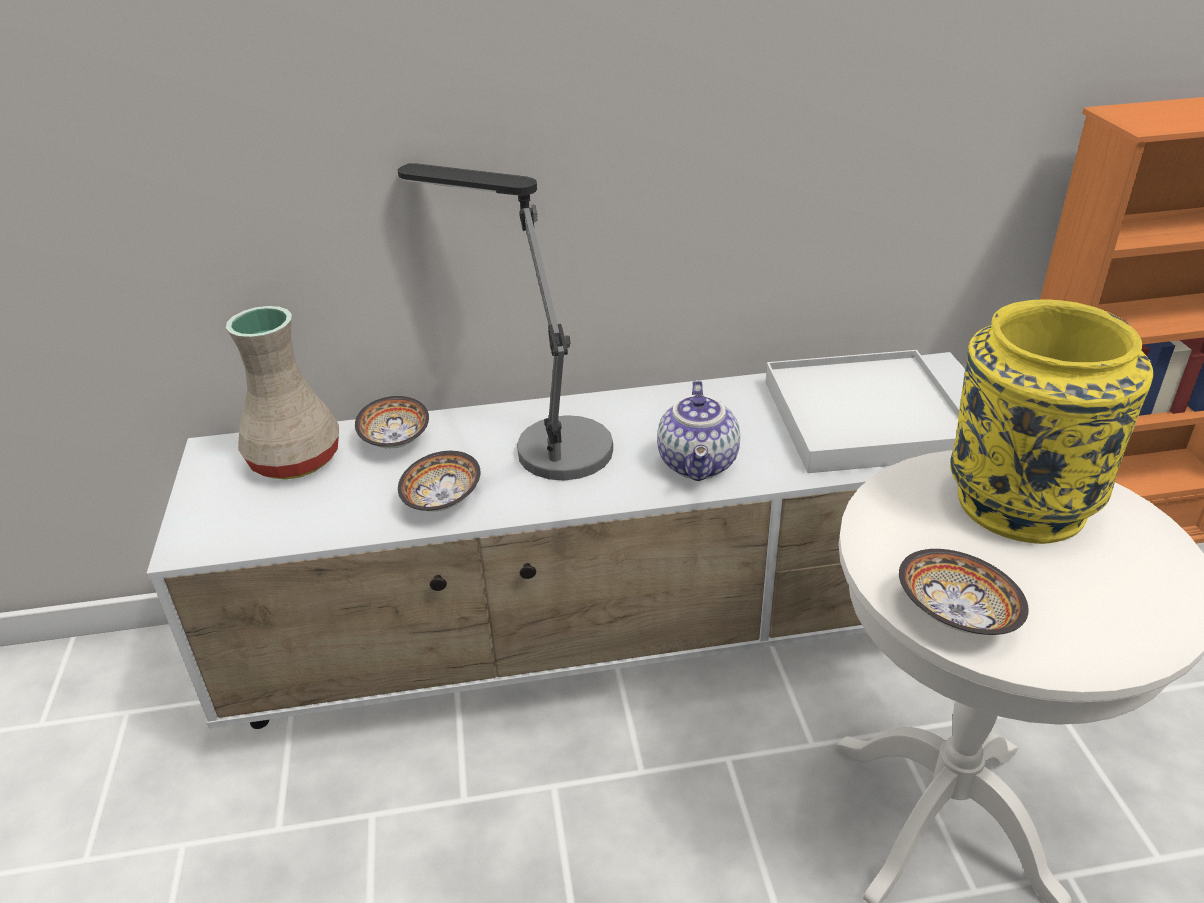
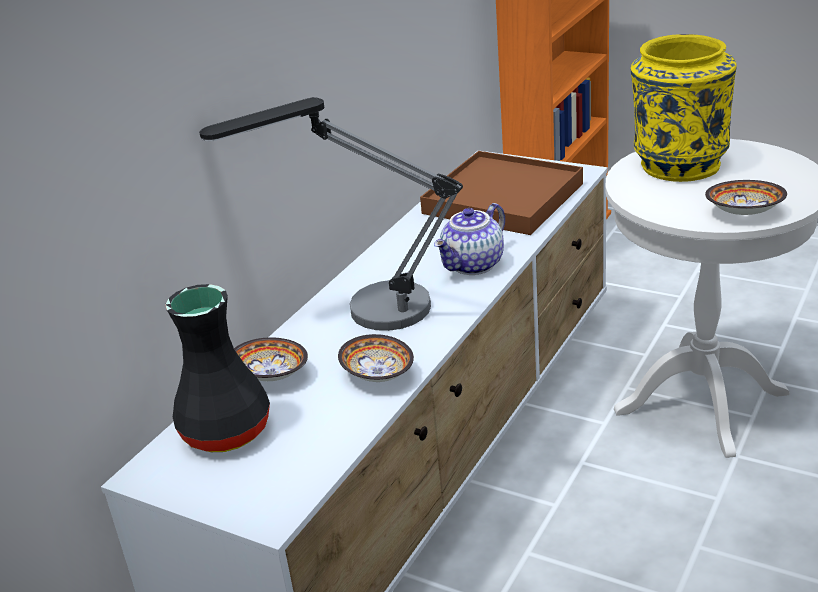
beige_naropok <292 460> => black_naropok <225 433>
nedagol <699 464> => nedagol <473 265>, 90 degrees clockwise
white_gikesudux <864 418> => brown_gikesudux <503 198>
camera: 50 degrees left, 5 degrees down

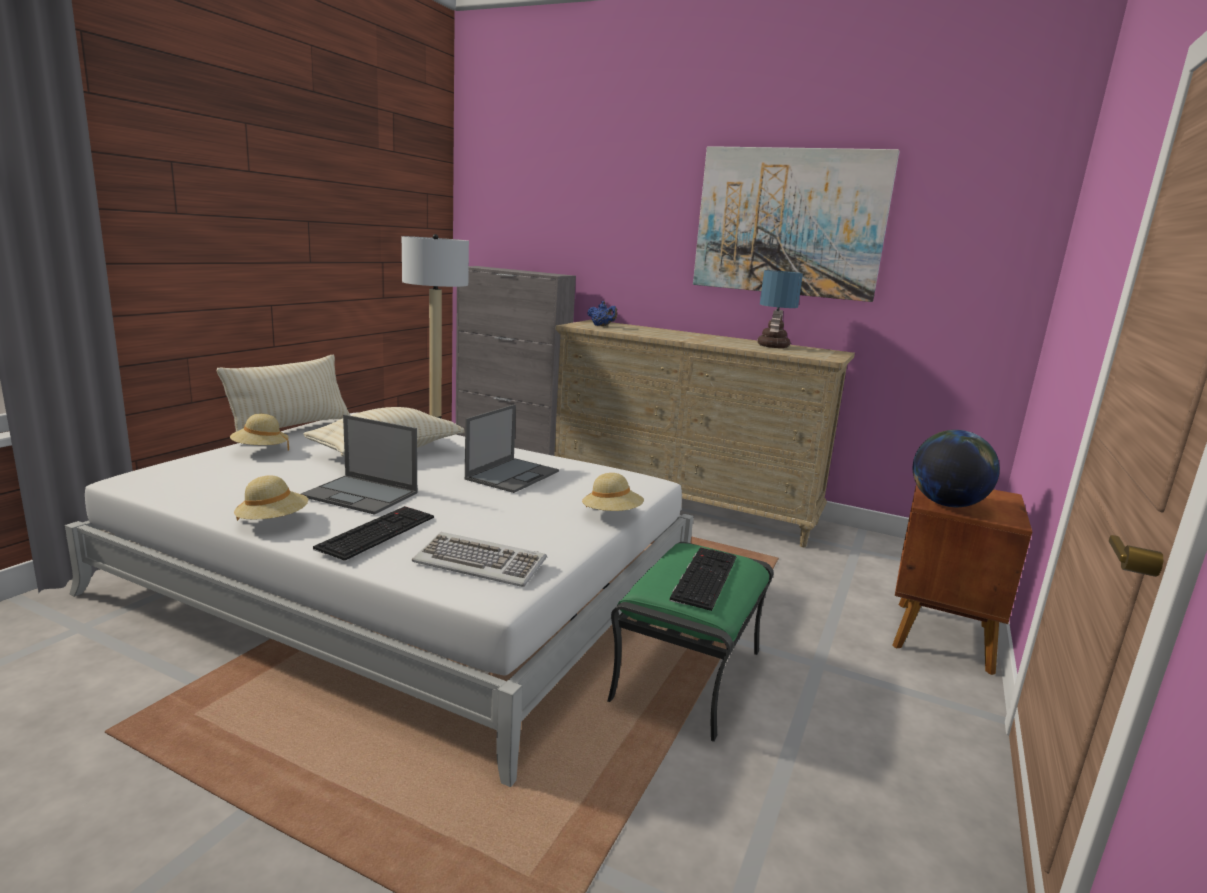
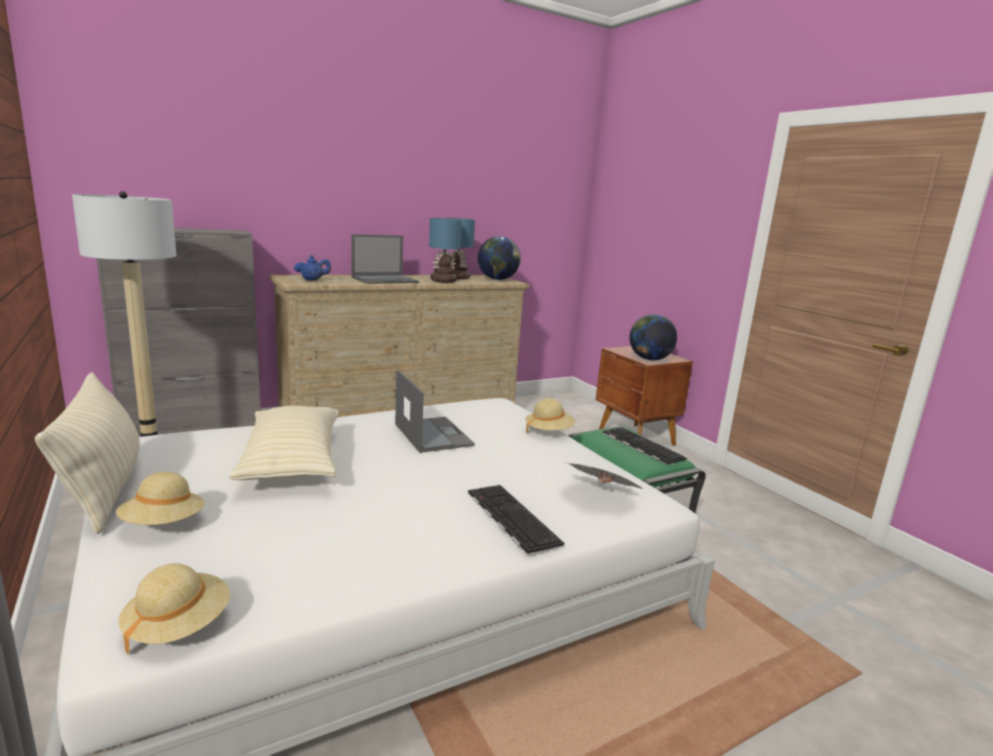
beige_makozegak <273 522> => beige_makozegak <178 626>, relocated
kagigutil <361 495> => kagigutil <385 280>, relocated
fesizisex <481 563> => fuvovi <602 496>
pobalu <789 222> => nothing
nothing => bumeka <443 281>
nothing => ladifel <498 279>
camera: 55 degrees left, 0 degrees up

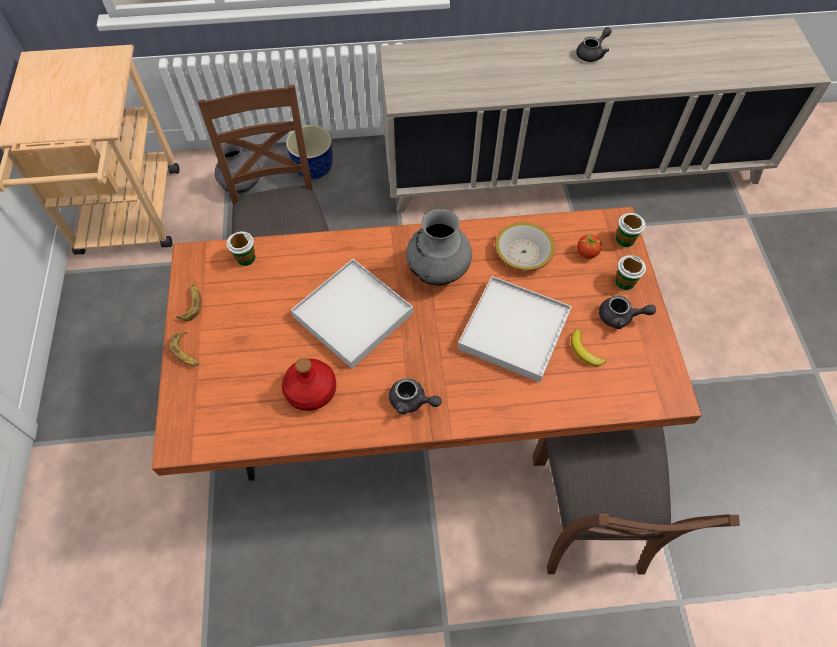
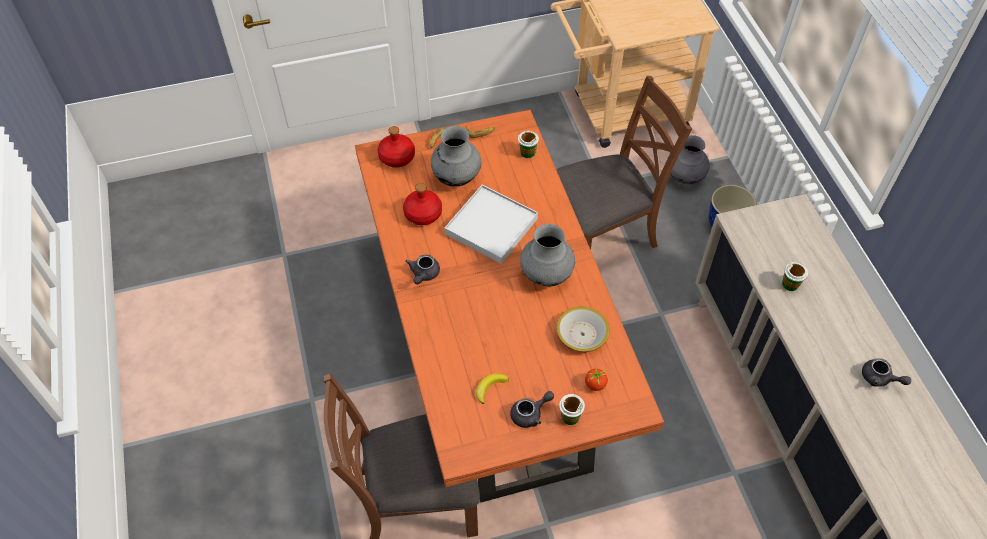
white_gikesudux <514 330> => nothing
grey_nedagol <620 317> => grey_nedagol <530 414>, 120 degrees counterclockwise
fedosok <625 239> => fedosok <790 284>, relocated
nothing => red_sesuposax <397 157>
nothing => grey_naropok <456 177>
camera: 80 degrees right, 5 degrees down

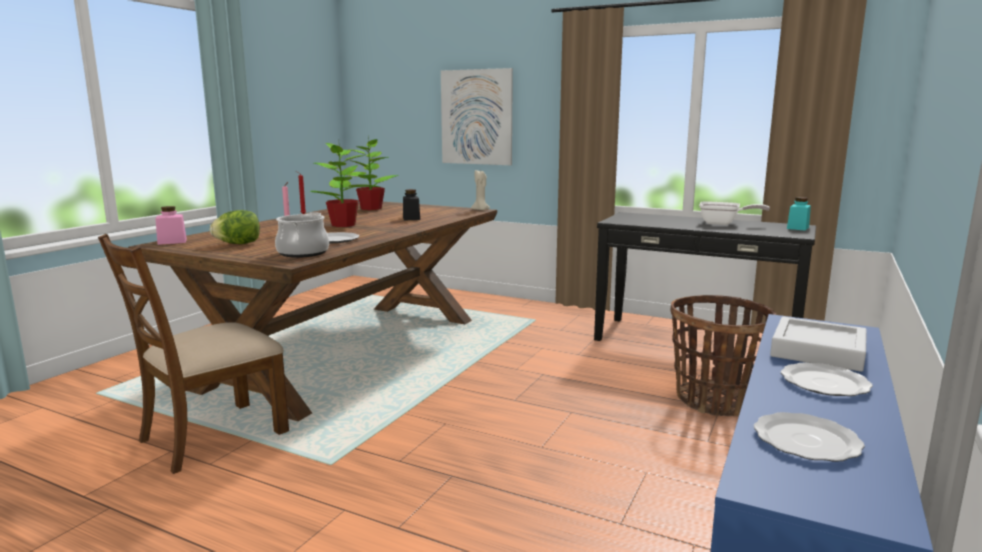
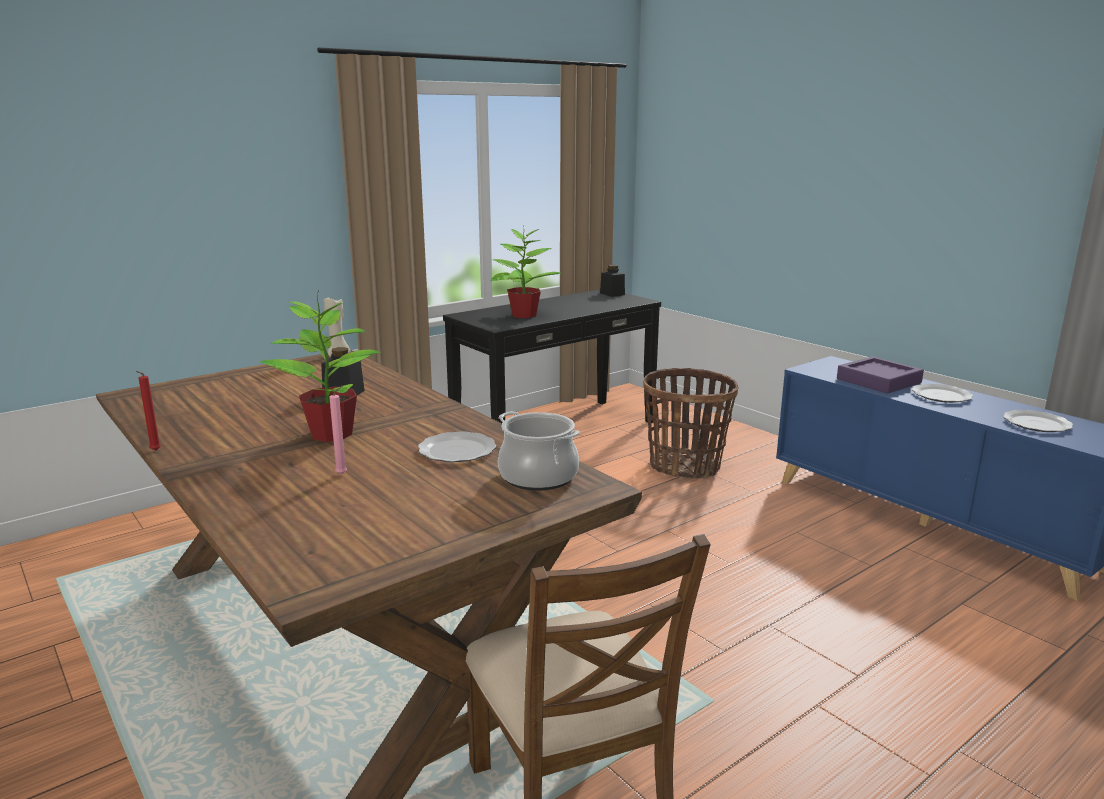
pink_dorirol <172 241> => nothing
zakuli <238 244> => nothing
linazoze <371 208> => linazoze <523 315>, relocated
pobalu <476 117> => nothing
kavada <723 223> => nothing
grey_gikesudux <818 351> => purple_gikesudux <878 381>
turquoise_dorirol <797 228> => black_dorirol <612 294>
camera: 65 degrees left, 5 degrees up

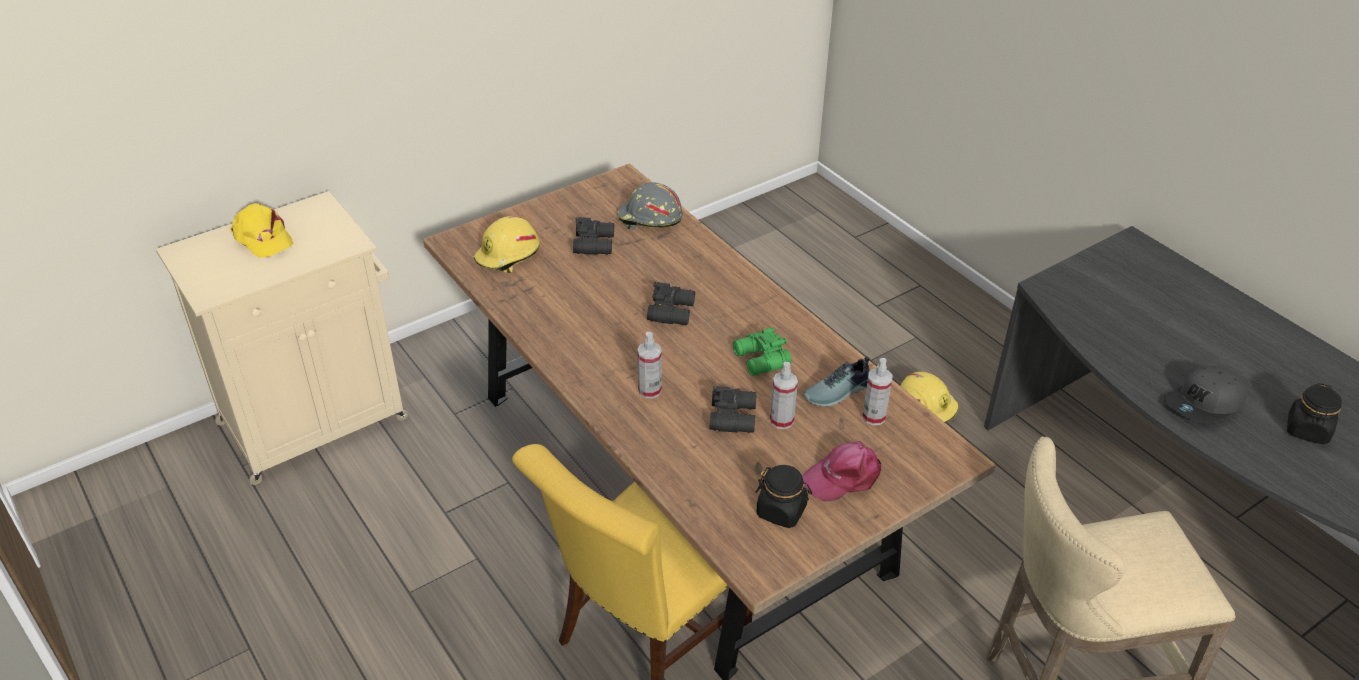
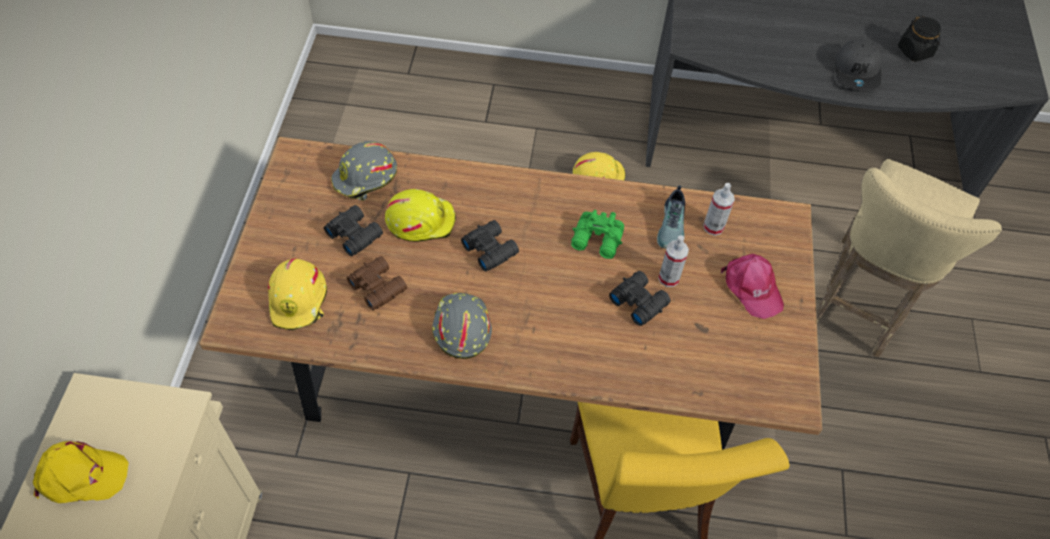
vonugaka <649 390> => nothing
black_dorirol <781 511> => nothing
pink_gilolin <843 476> => pink_gilolin <752 288>, 45 degrees counterclockwise
nothing => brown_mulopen <378 286>
nothing => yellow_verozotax <420 220>
nothing => grey_verozotax <461 328>
camera: 50 degrees left, 15 degrees up

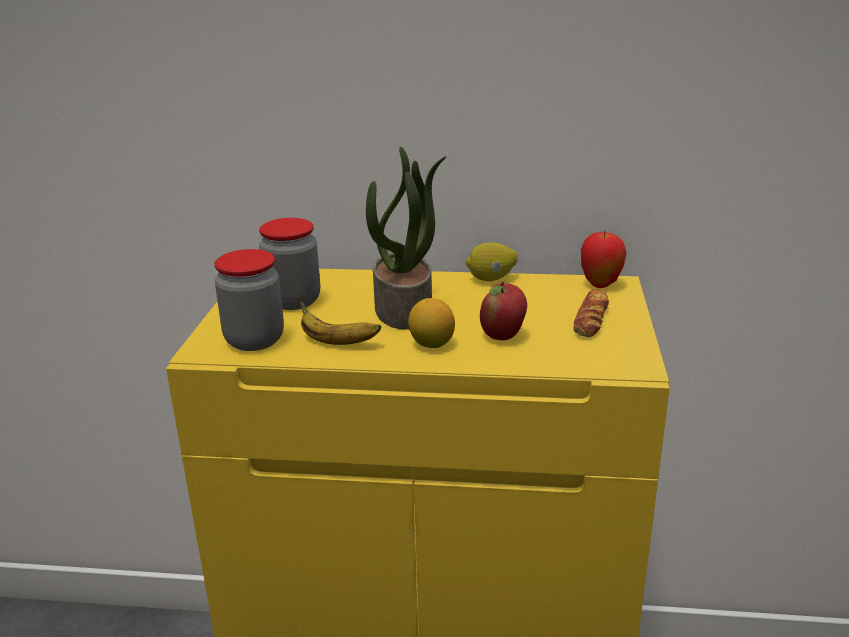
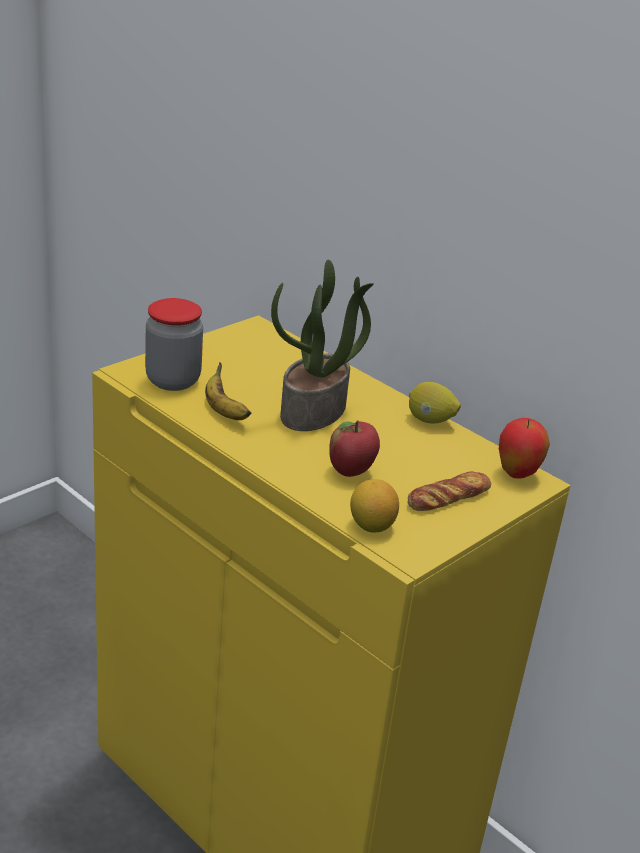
dorirol <293 301> => nothing
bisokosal <432 344> => bisokosal <371 526>, relocated
camera: 35 degrees right, 5 degrees up

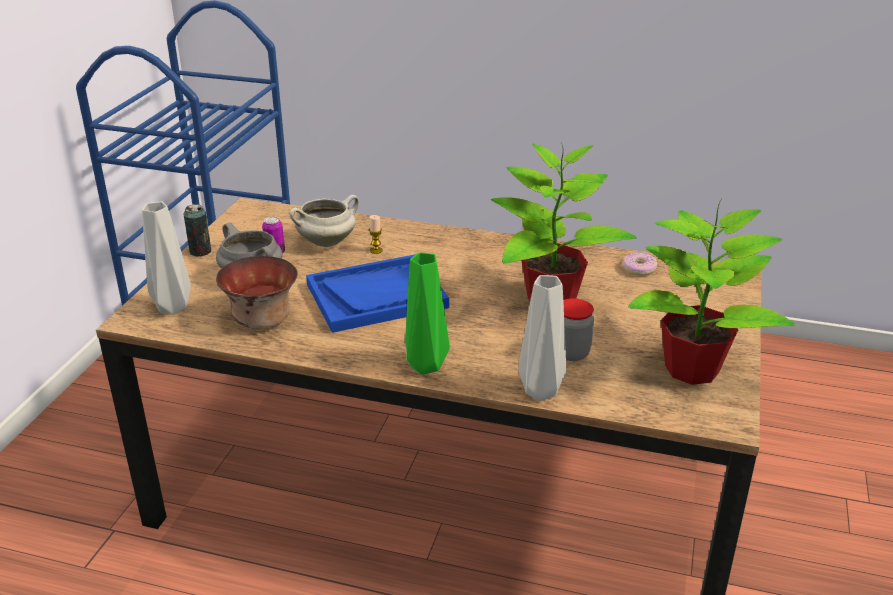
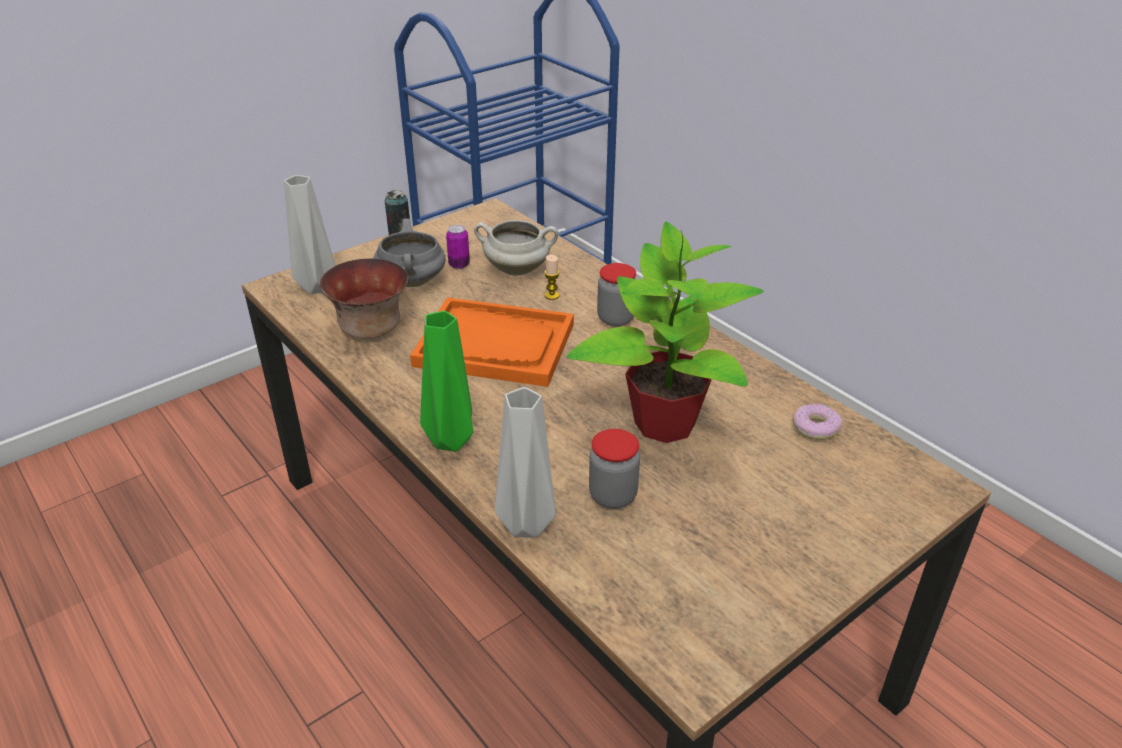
blue_gikesudux <377 296> => orange_gikesudux <495 345>
linazoze <693 368> => nothing
nothing => dorirol <616 318>
camera: 35 degrees right, 5 degrees up

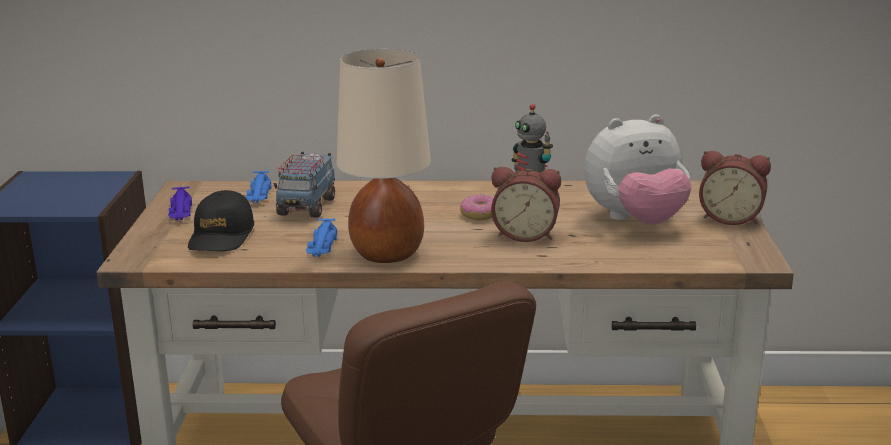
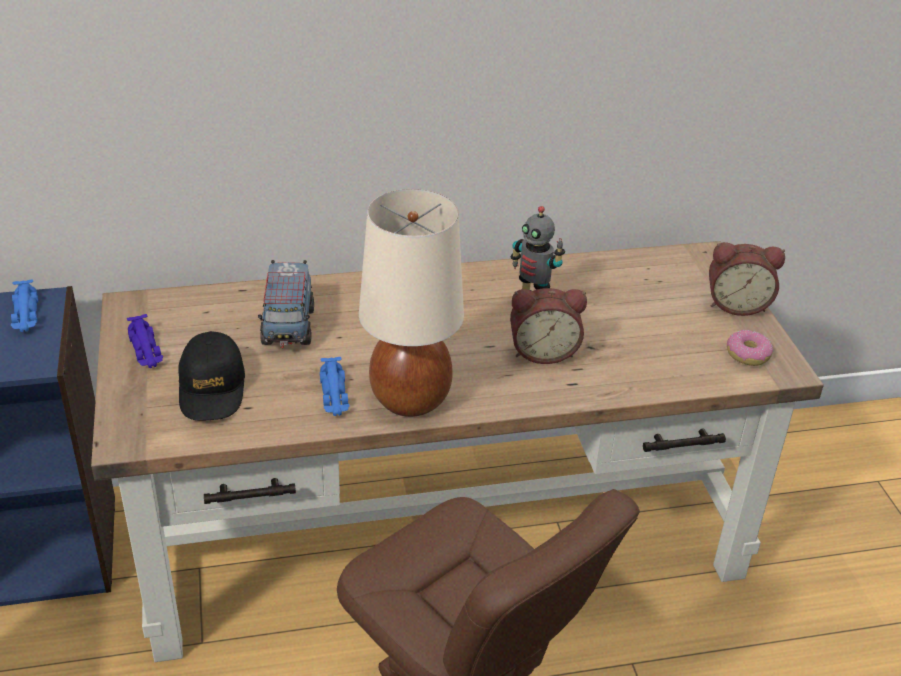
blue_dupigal <259 195> => blue_dupigal <25 315>, relocated
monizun <480 214> => monizun <747 354>, relocated
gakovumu <636 221> => nothing
camera: 15 degrees left, 15 degrees up

